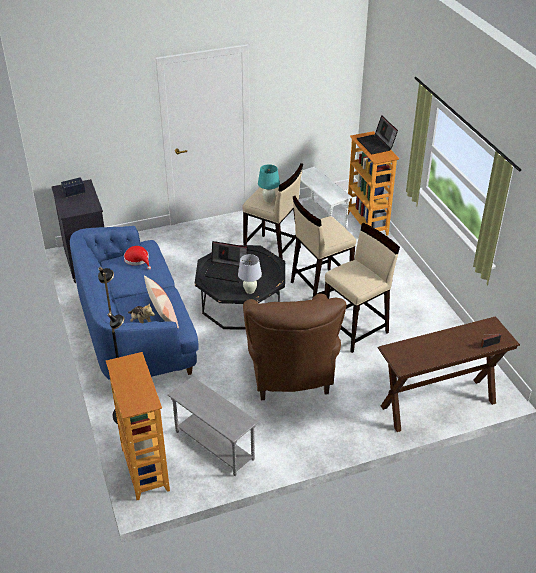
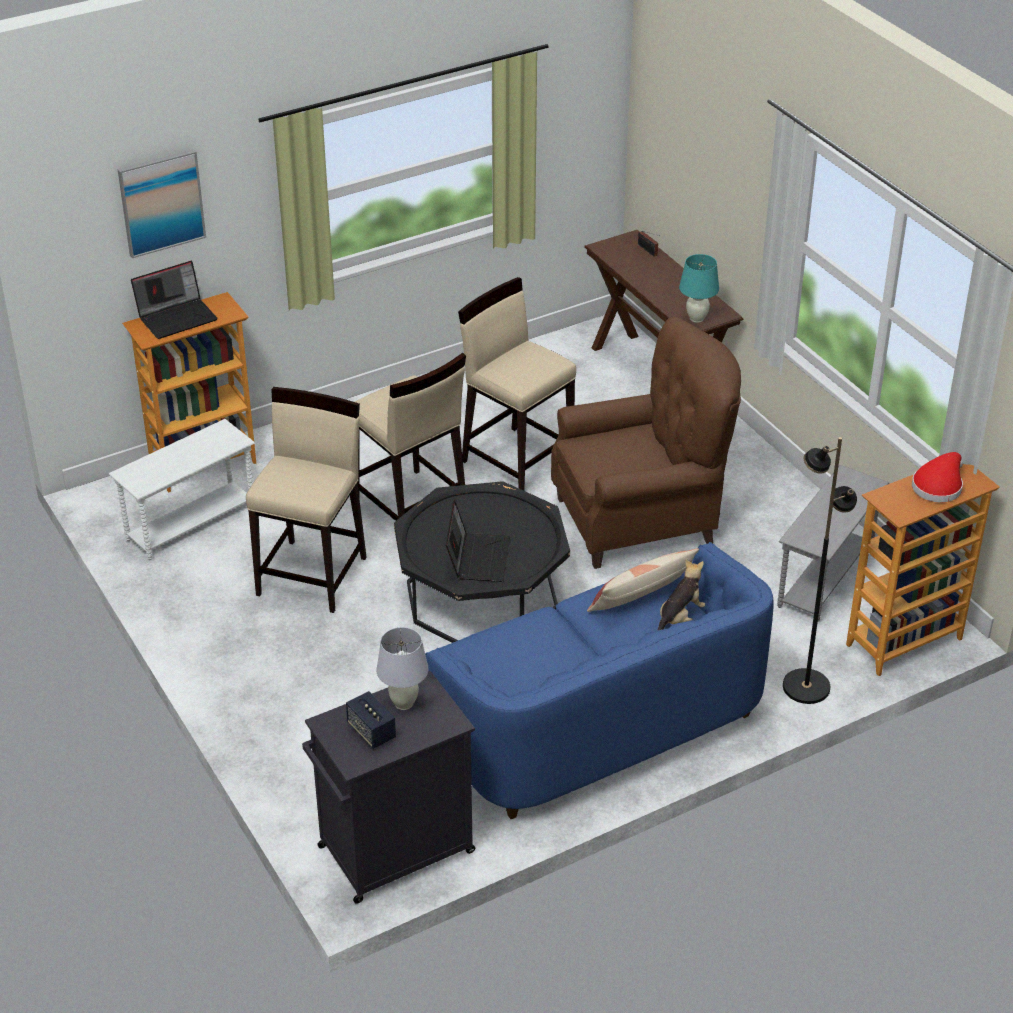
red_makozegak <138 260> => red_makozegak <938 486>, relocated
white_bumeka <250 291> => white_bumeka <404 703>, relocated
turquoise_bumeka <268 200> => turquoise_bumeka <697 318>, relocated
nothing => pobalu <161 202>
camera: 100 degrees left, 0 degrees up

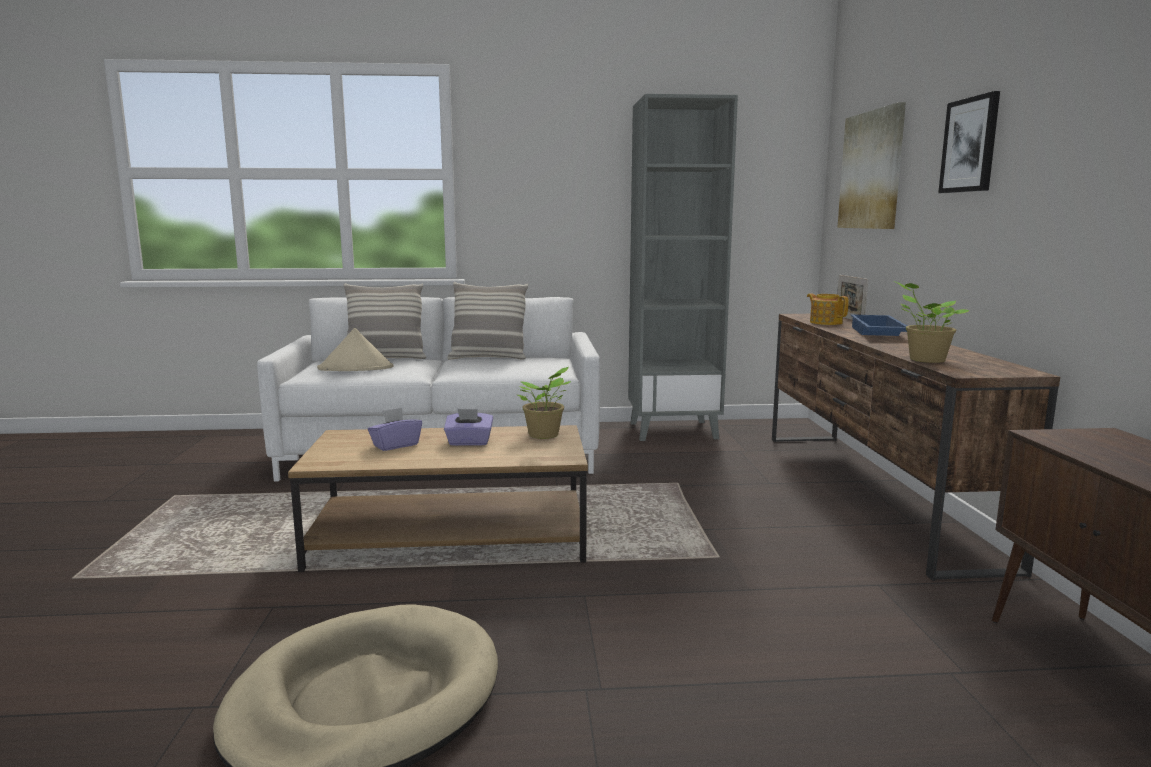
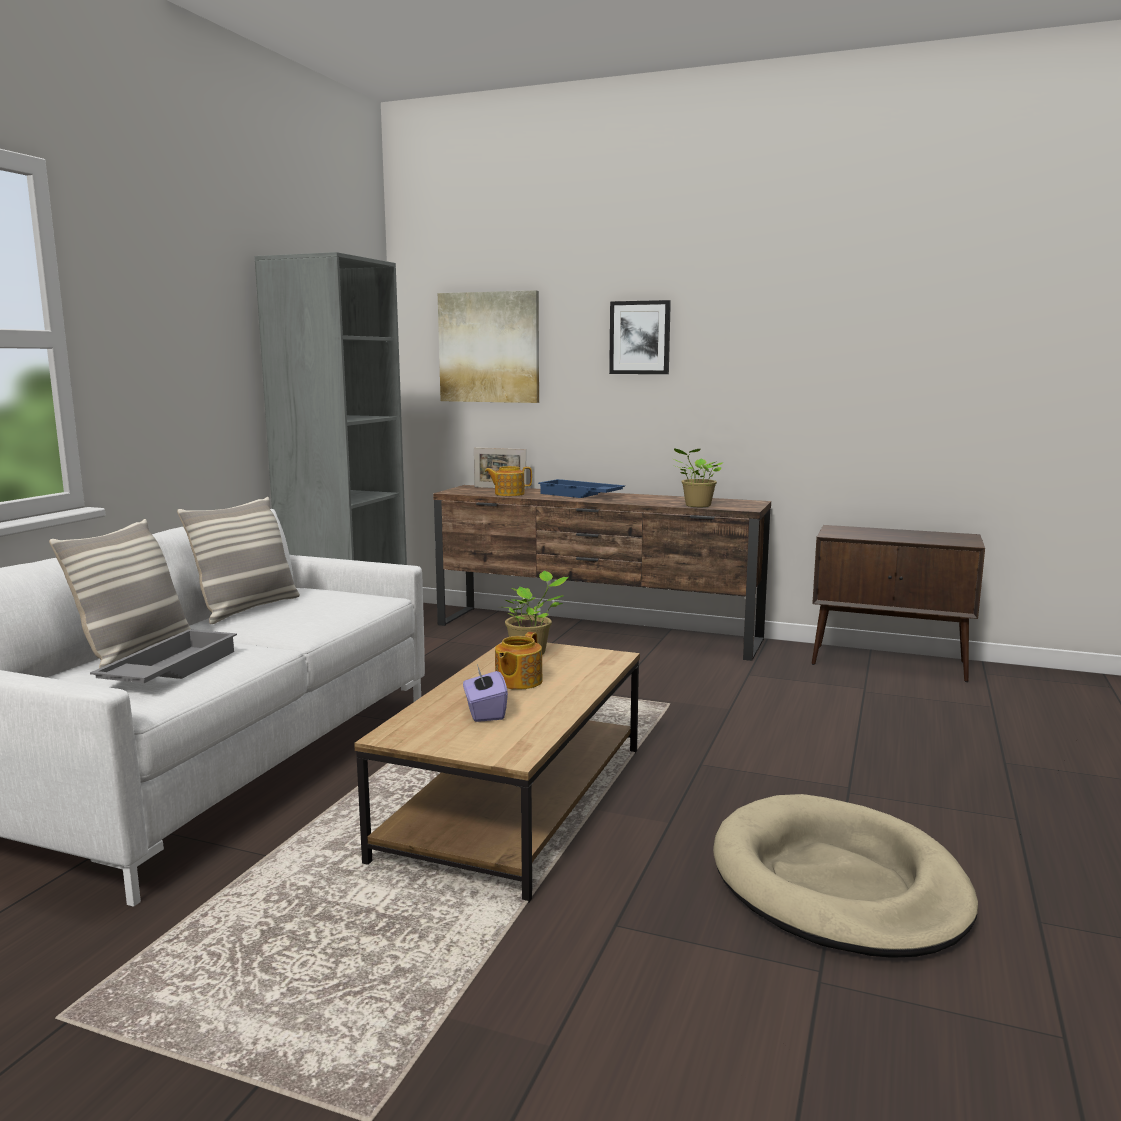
beige_makozegak <356 368> => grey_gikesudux <169 670>
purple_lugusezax <469 442> => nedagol <517 681>
camera: 65 degrees left, 0 degrees up

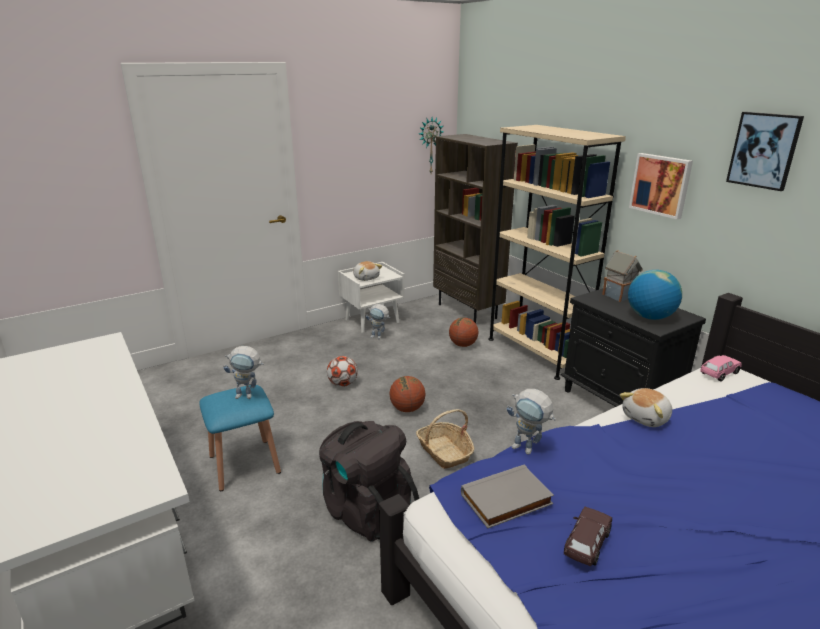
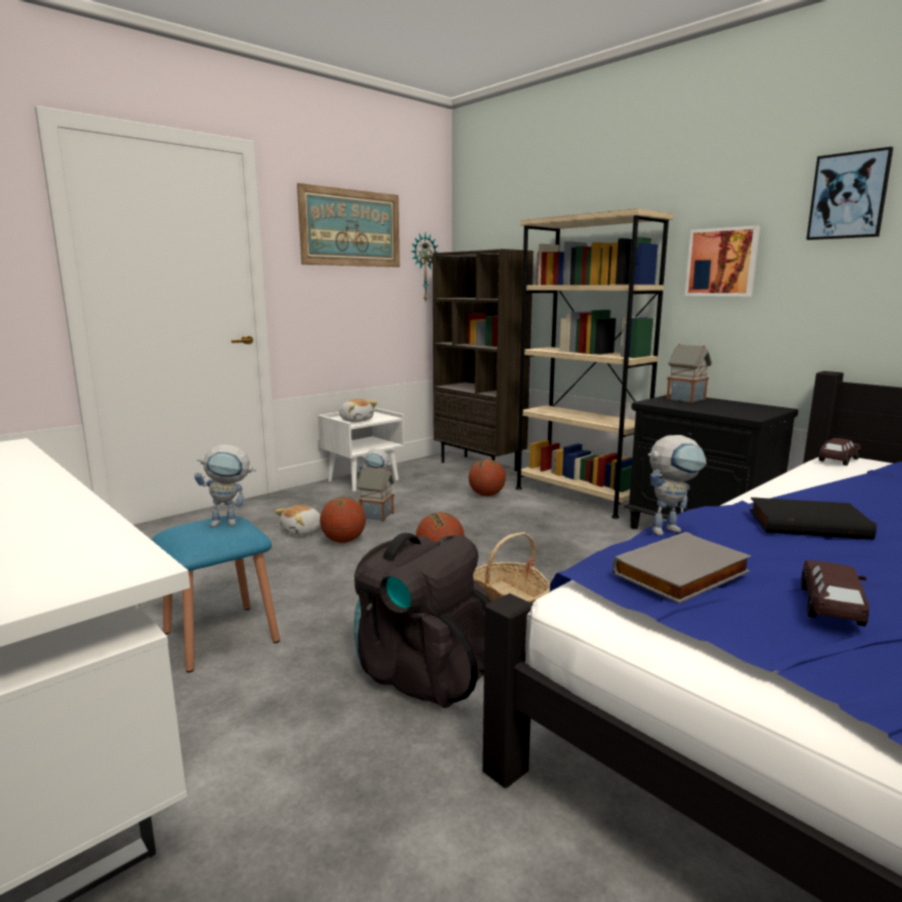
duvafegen <343 384> => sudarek <343 541>
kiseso <528 450> => kiseso <670 529>, 45 degrees counterclockwise
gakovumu <647 418> => gakovumu <302 531>, relocated
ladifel <650 317> => nothing
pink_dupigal <719 373> => brown_dupigal <838 460>
nothing => pobalu <351 228>
nothing => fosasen <376 516>
nothing => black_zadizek <807 523>
camera: 10 degrees left, 10 degrees down

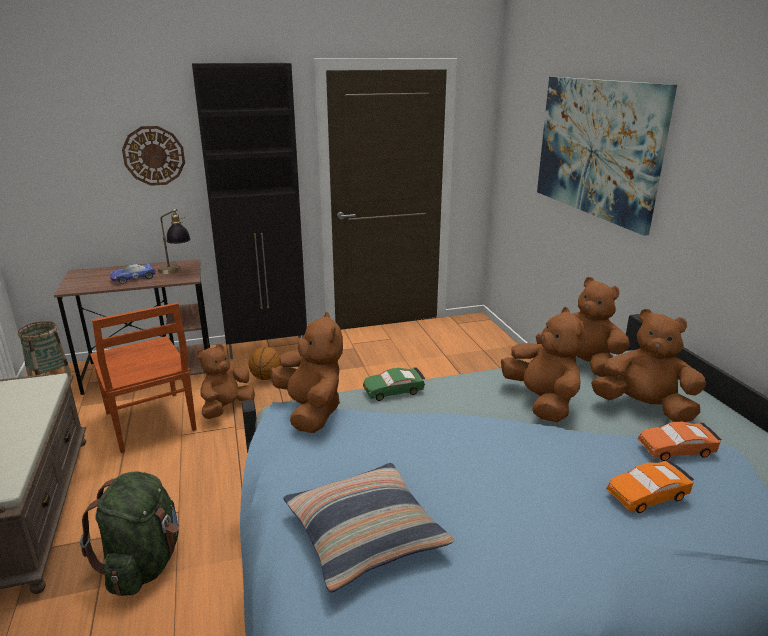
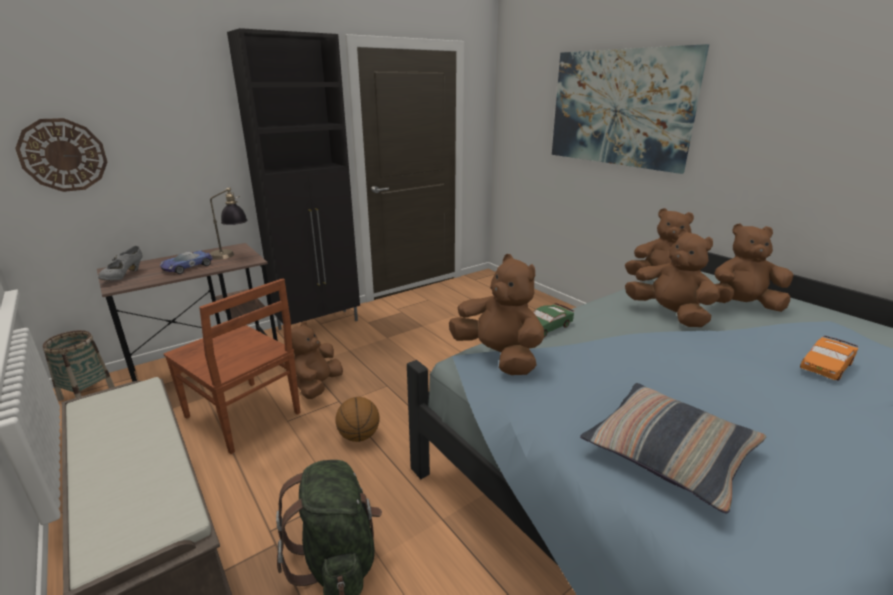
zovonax <154 156> => zovonax <63 155>, relocated
sudarek <266 377> => sudarek <359 436>, relocated
orange_dupigal <676 448> => nothing
nothing => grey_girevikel <124 276>
camera: 20 degrees left, 0 degrees up

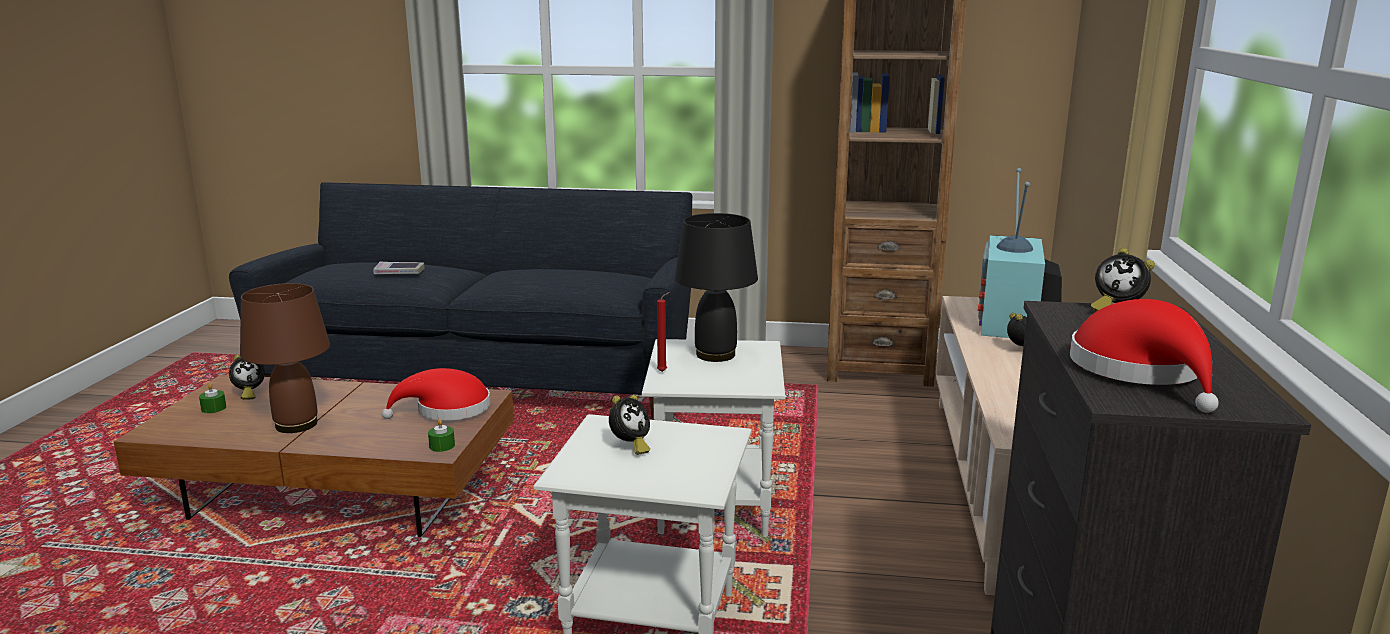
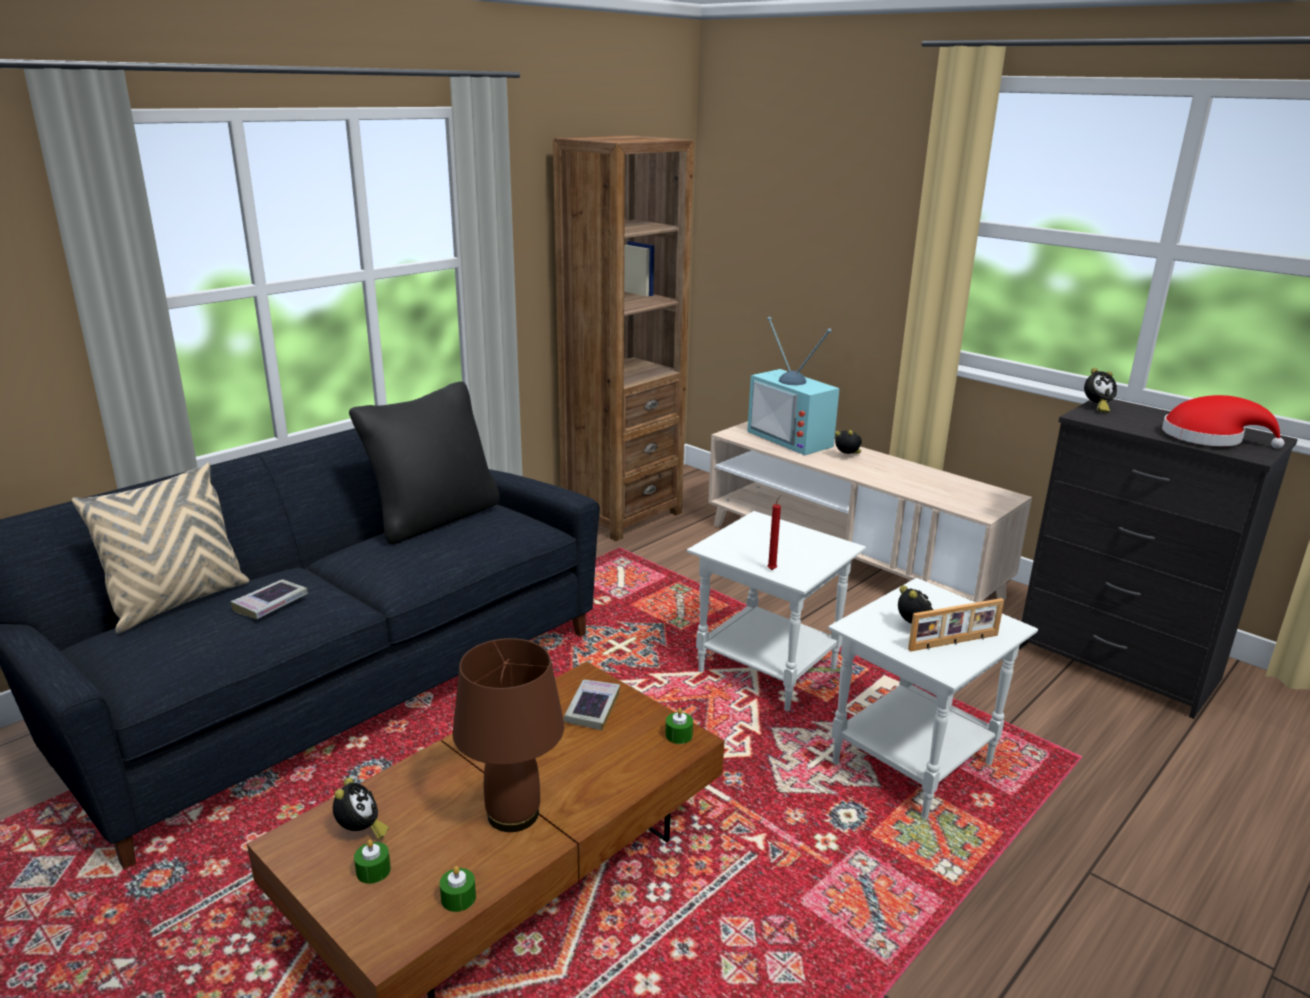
red_makozegak <447 410> => zadizek <592 708>
black_bumeka <714 355> => nothing
nothing => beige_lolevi <178 602>
nothing => black_lolevi <434 518>
nothing => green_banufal <458 898>
nothing => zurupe <954 643>
camera: 55 degrees left, 5 degrees up

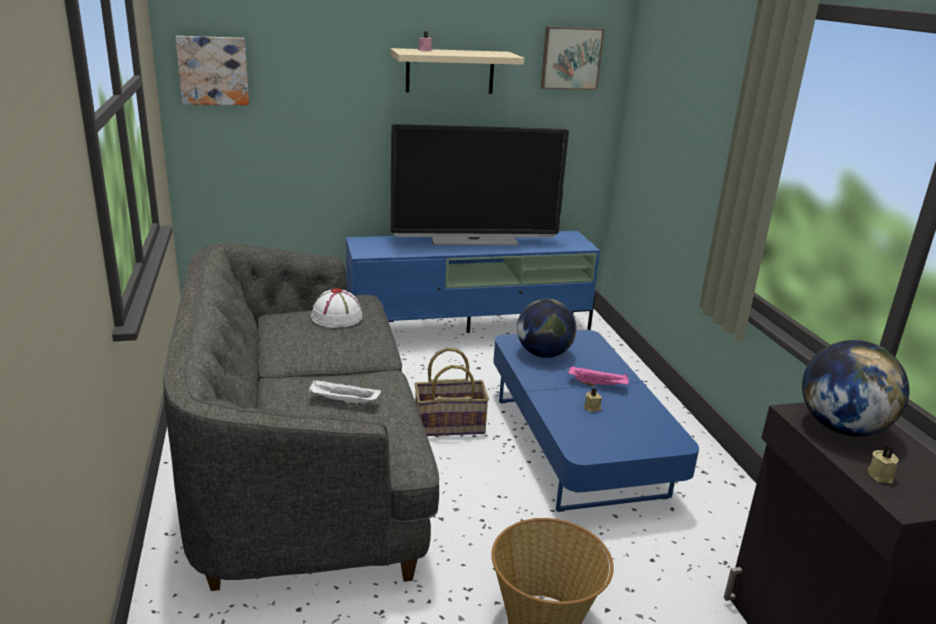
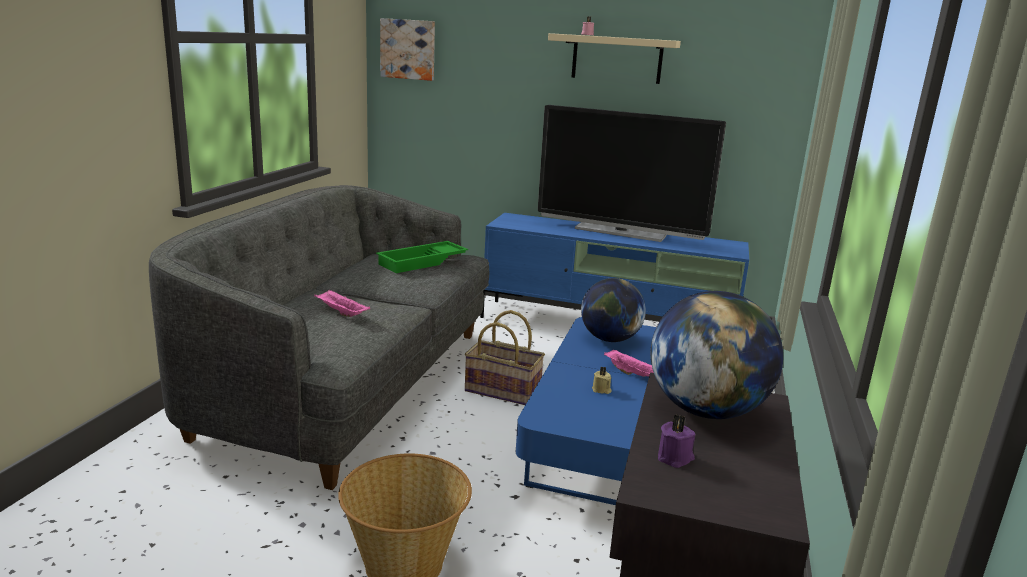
white_gikesudux <343 402> => pink_gikesudux <341 313>
white_makozegak <337 318> => green_gikesudux <422 262>
pobalu <570 58> => nothing
beige_banufal <881 475> => purple_banufal <675 458>
camera: 30 degrees right, 5 degrees down

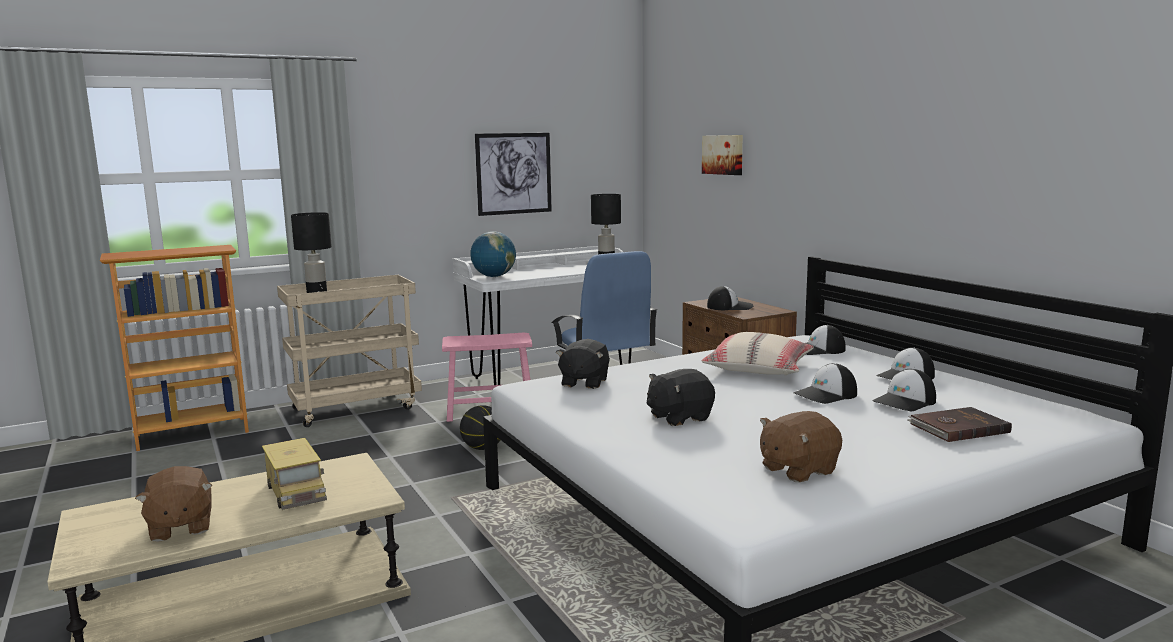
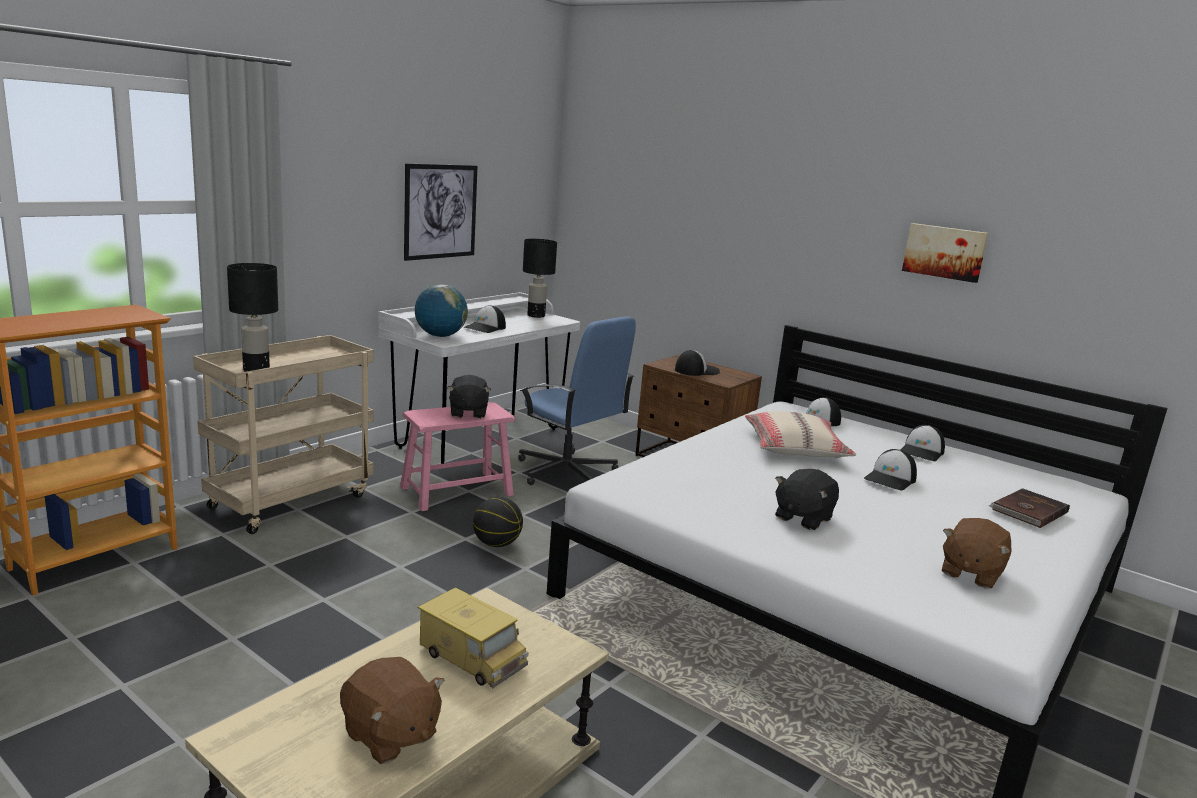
black_gakovumu <584 382> => black_gakovumu <468 413>, relocated
pobalu <723 154> => pobalu <944 252>, relocated
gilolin <905 402> => gilolin <485 328>, relocated
camera: 25 degrees left, 5 degrees up

